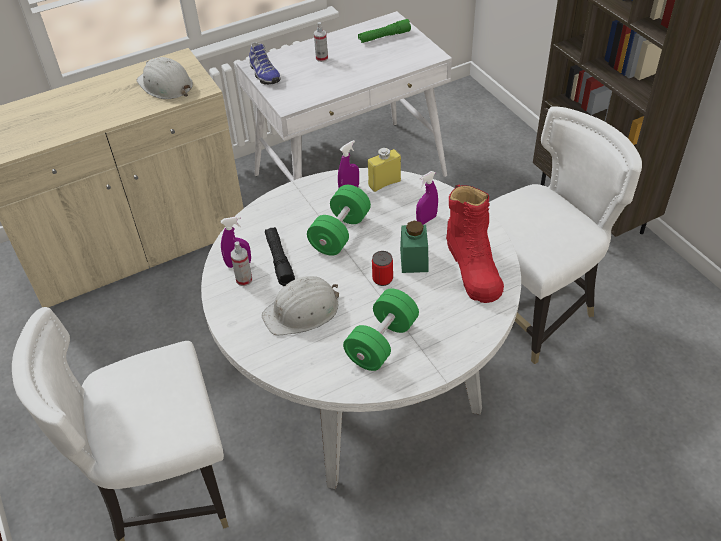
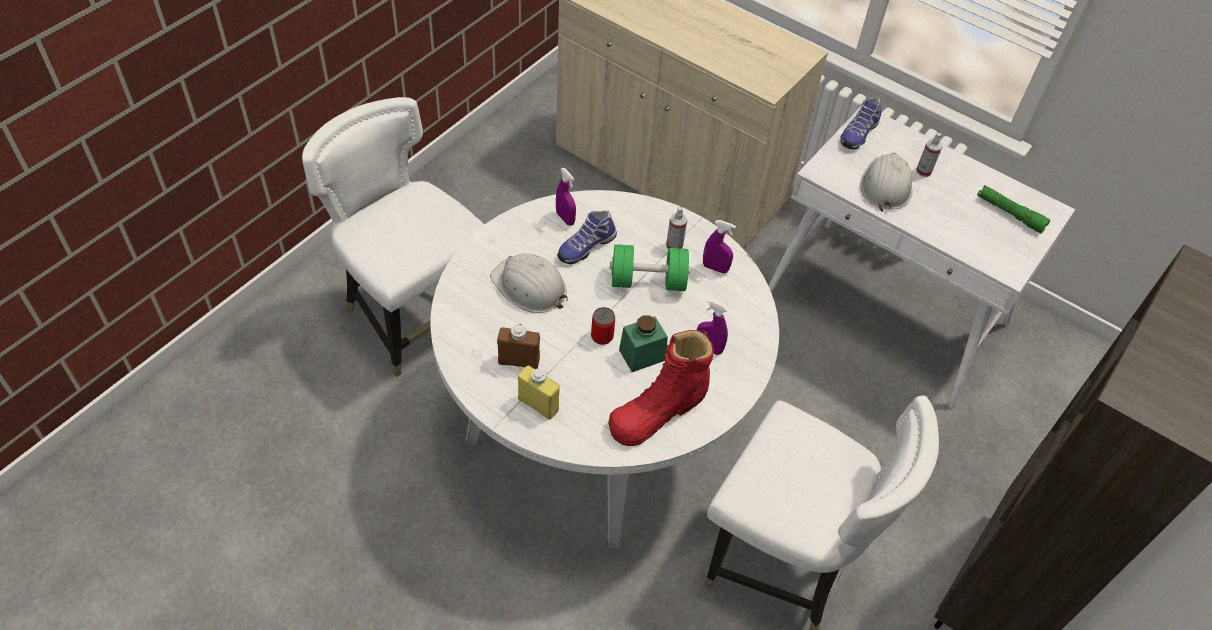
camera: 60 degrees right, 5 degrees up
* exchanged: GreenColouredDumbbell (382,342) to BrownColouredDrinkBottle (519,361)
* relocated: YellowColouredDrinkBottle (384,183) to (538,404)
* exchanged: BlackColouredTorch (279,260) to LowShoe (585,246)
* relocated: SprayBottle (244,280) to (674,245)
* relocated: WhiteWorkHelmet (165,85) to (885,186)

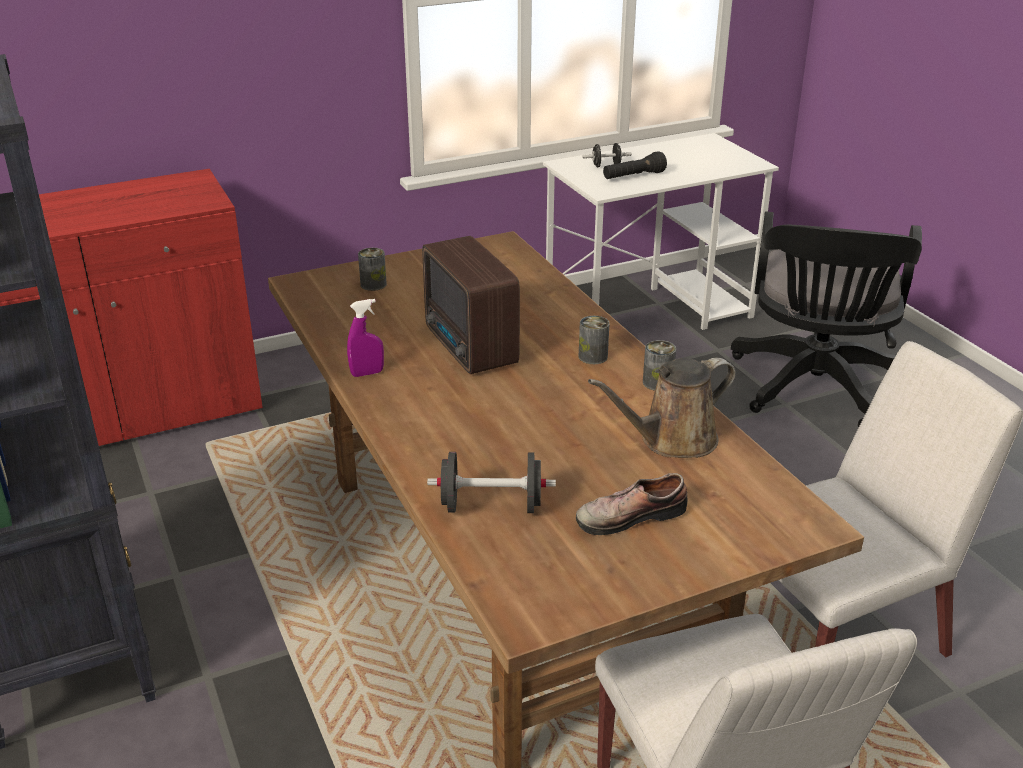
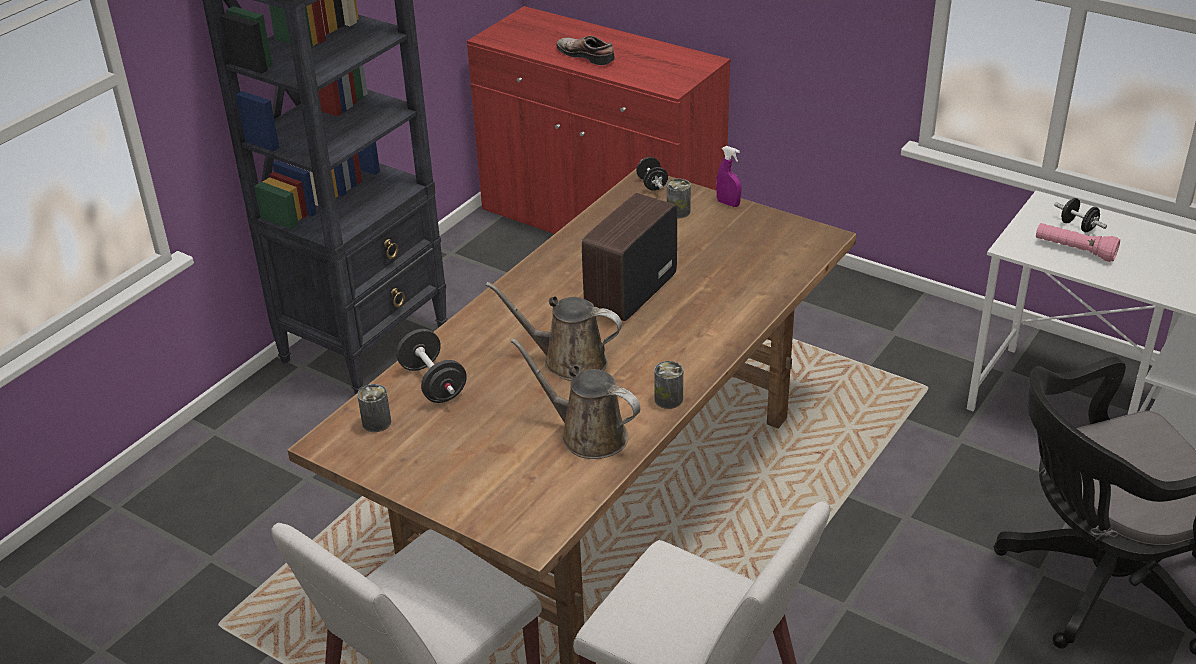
camera: 60 degrees right, 5 degrees up
* relocated: SealedCan (593,356) to (376,422)
* appeared: BrownColouredWateringCan (568,360)
* relocated: LowShoe (628,515) to (587,55)
* appeared: BlackColouredDumbbell (652,184)
* relocated: PurpleColouredSprayBottle (367,373) to (728,203)
* colour: BlackColouredTorch (633,177) to PinkishTorch (1074,250)

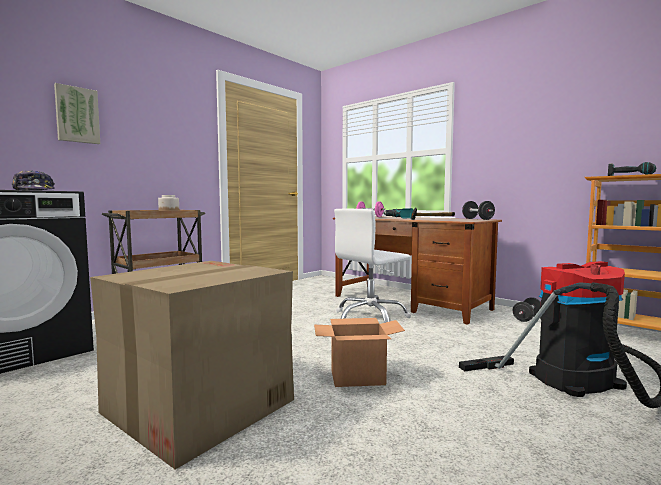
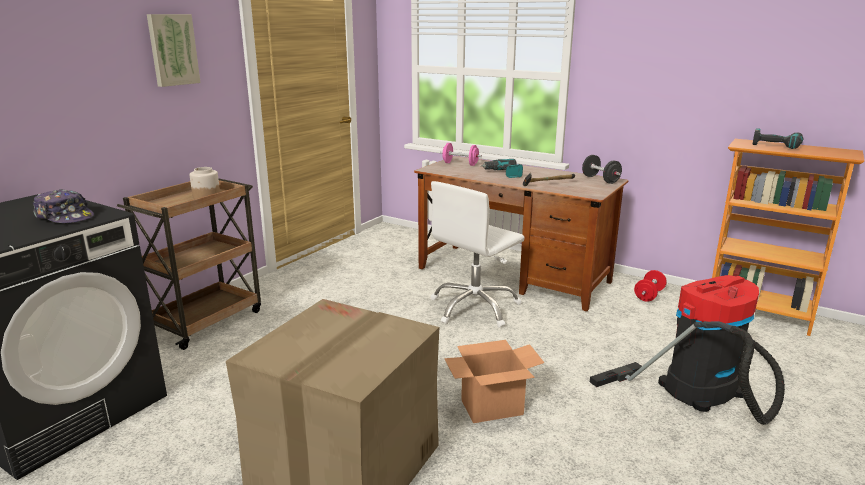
camera: 10 degrees left, 15 degrees up
* relocated: WallArt (77,115) to (172,50)
* colour: BlackColouredDumbbell (527,318) to RedDumbbell (649,295)

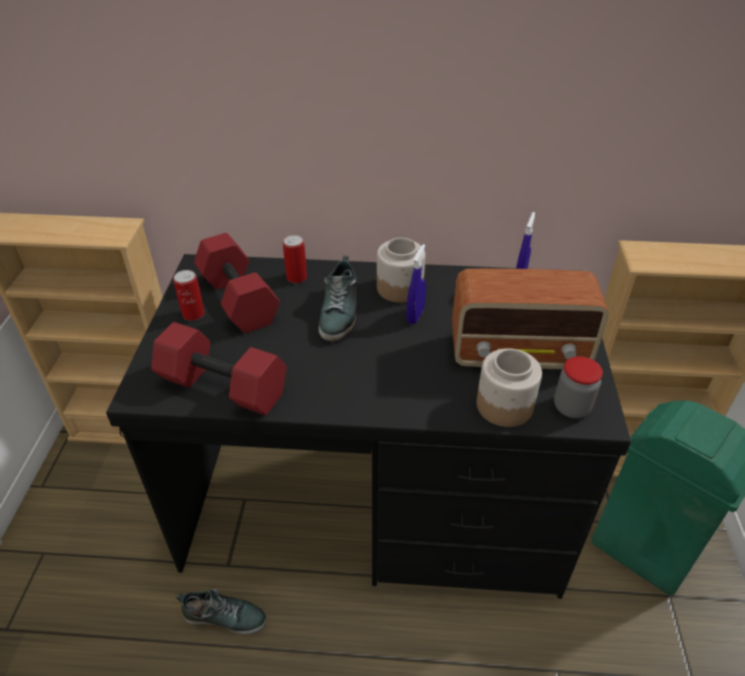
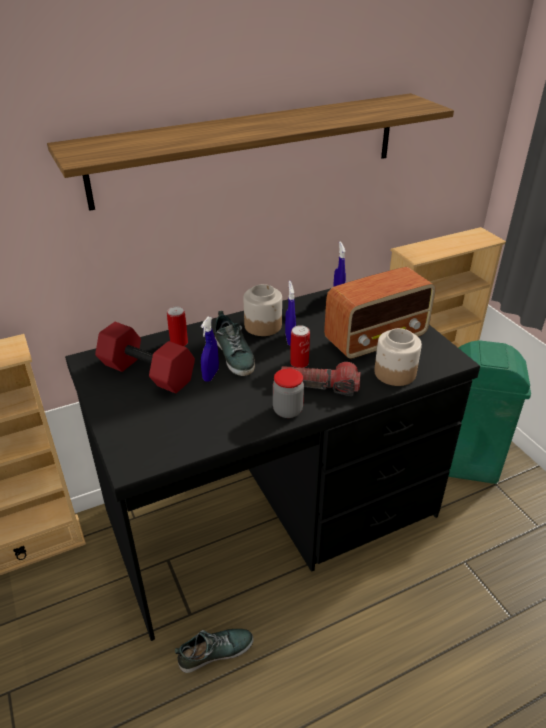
camera: 30 degrees left, 5 degrees down
* appeared: Shelf (249,149)
* appeared: BlueSprayBottle (210,375)
* relocated: Jar (571,407) to (287,410)
* appeared: Torch (319,386)
* relocated: SealedCan (193,314) to (299,363)
* missing: RedDumbbell (221,387)

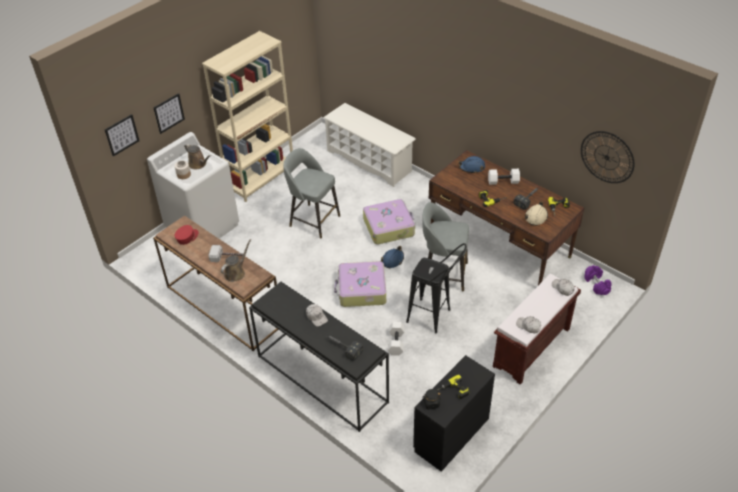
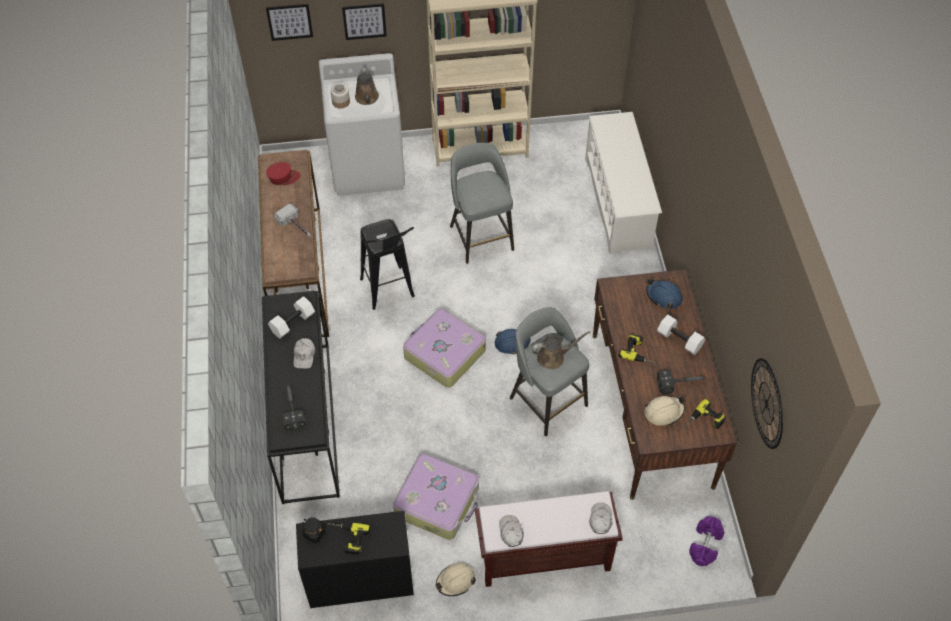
camera: 40 degrees right, 10 degrees up
* relocated: WhiteDumbbell (395,342) to (292,322)
* relocated: BlackColouredSittingStool (435,318) to (390,295)
* relocated: Suitcase (389,227) to (438,501)
* appeared: SandColouredWorkHelmet (455,581)
* relocated: BrownColouredWateringCan (236,273) to (553,357)

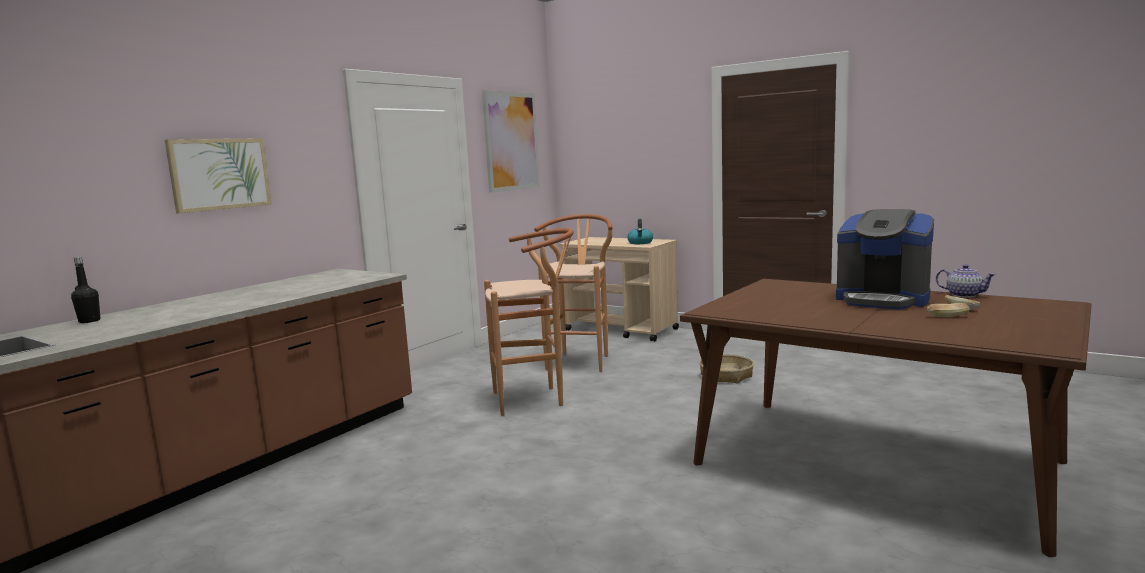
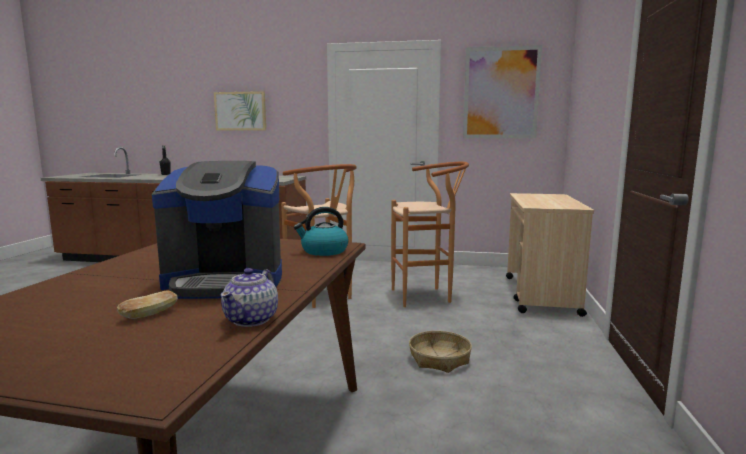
camera: 65 degrees right, 0 degrees up
* spun: CoffeeBrewer (882,300) = (225,281) 105 degrees counterclockwise
* relocated: WaterKettle (640,243) to (323,251)
* missing: BakedBread (947,317)

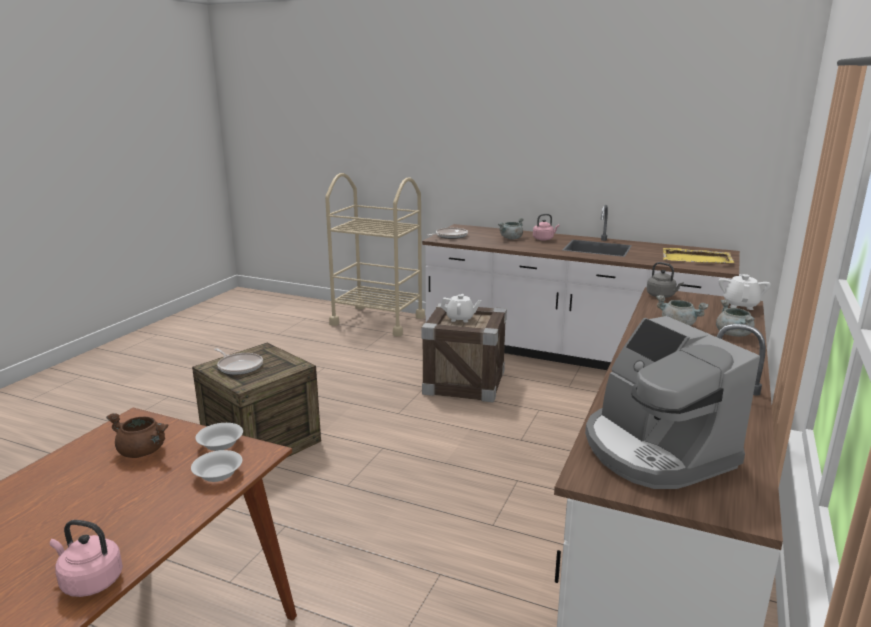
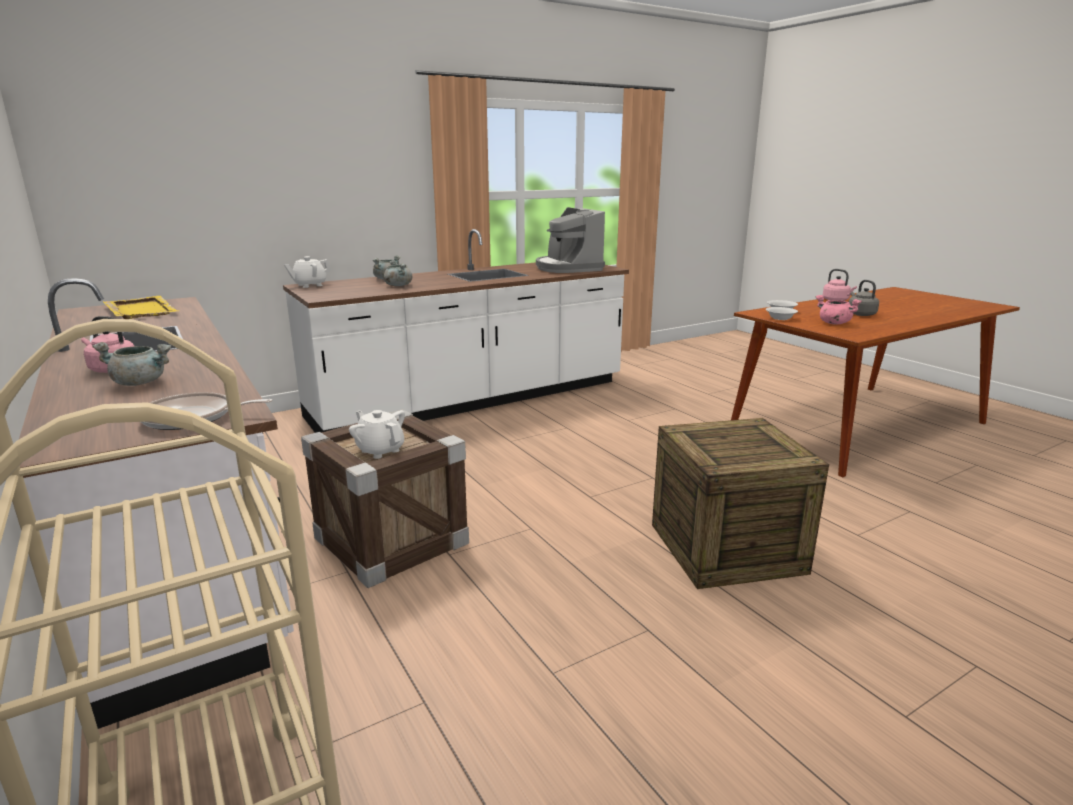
camera: 145 degrees left, 0 degrees up
* spun: CoffeeBrewer (655,450) = (568,268) 150 degrees clockwise
* colour: BrownColouredCookingPot (143,451) to PinkishCookingPot (833,323)
* relocated: GreyishWaterKettle (662,296) to (860,314)
* missing: Skillet (239,366)

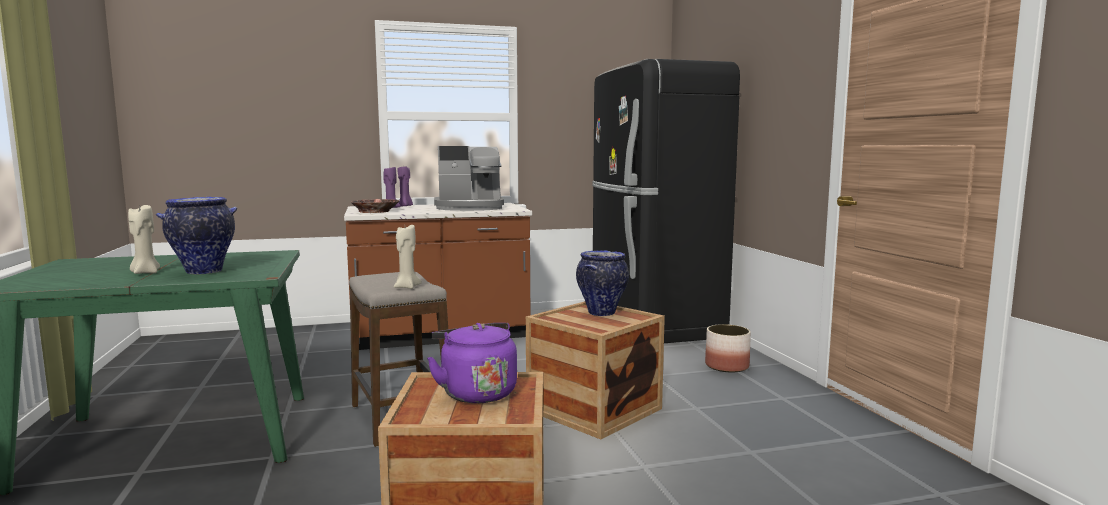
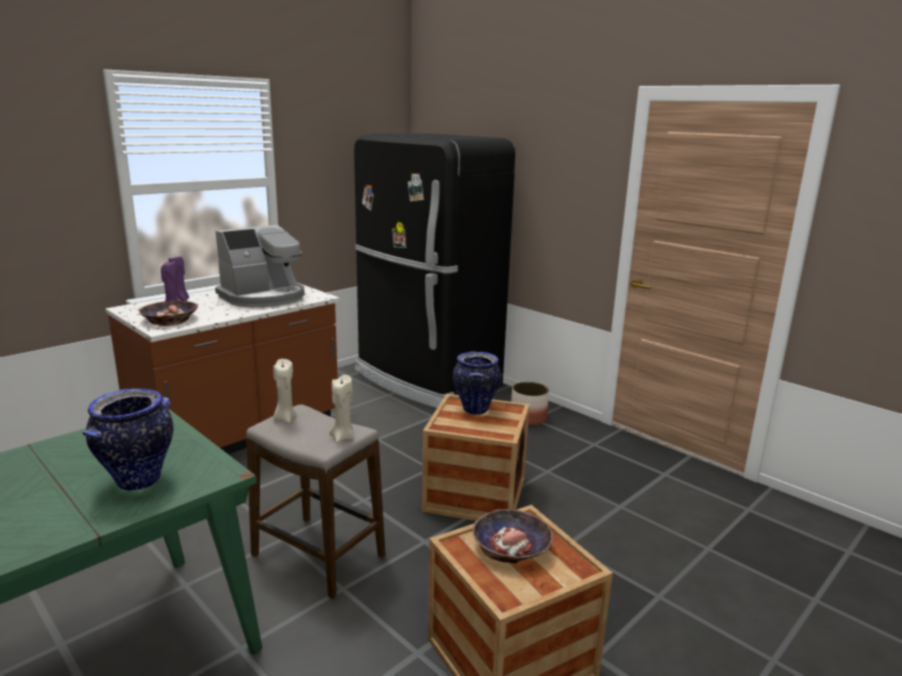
camera: 30 degrees left, 10 degrees up
* relocated: SandColouredCandle (145,273) to (285,419)
* exchanged: PurpleColouredWaterKettle (476,392) to ServingBowl (511,546)

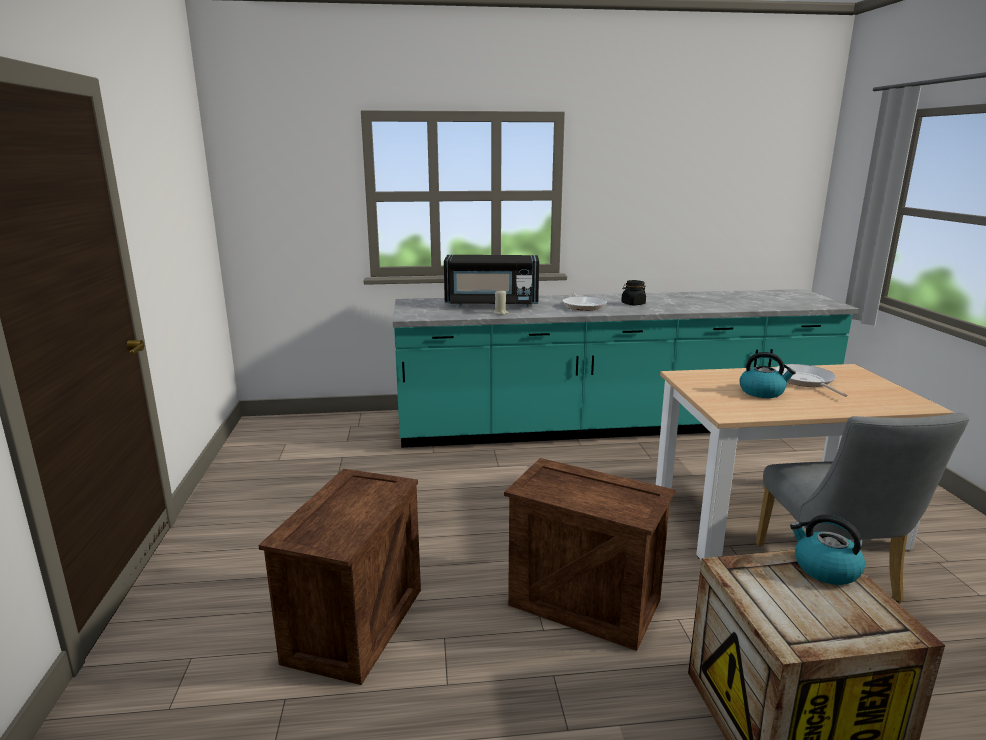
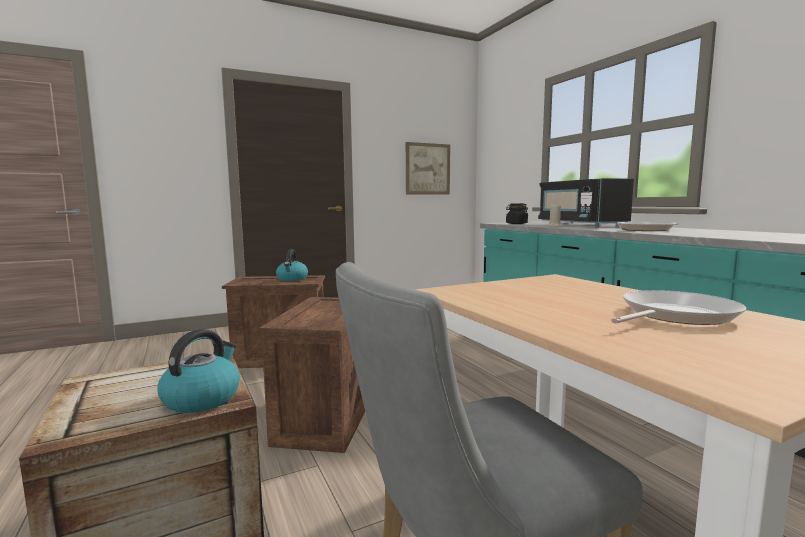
camera: 70 degrees right, 10 degrees down
* relocated: WaterKettle (762,392) to (292,279)
* appeared: WallArt (427,169)
* relocated: BlackColouredJar (633,304) to (516,224)

